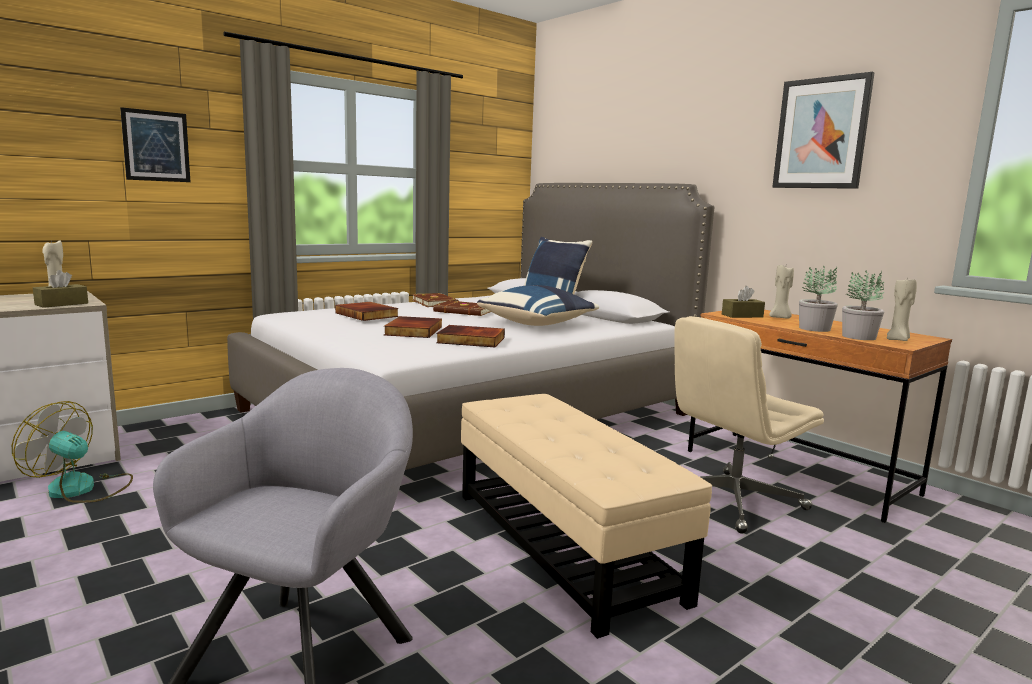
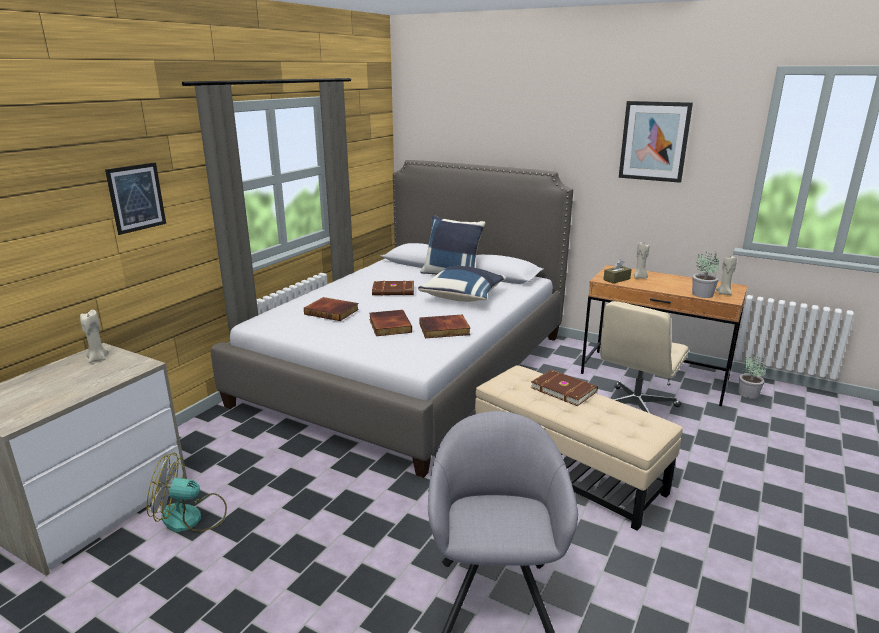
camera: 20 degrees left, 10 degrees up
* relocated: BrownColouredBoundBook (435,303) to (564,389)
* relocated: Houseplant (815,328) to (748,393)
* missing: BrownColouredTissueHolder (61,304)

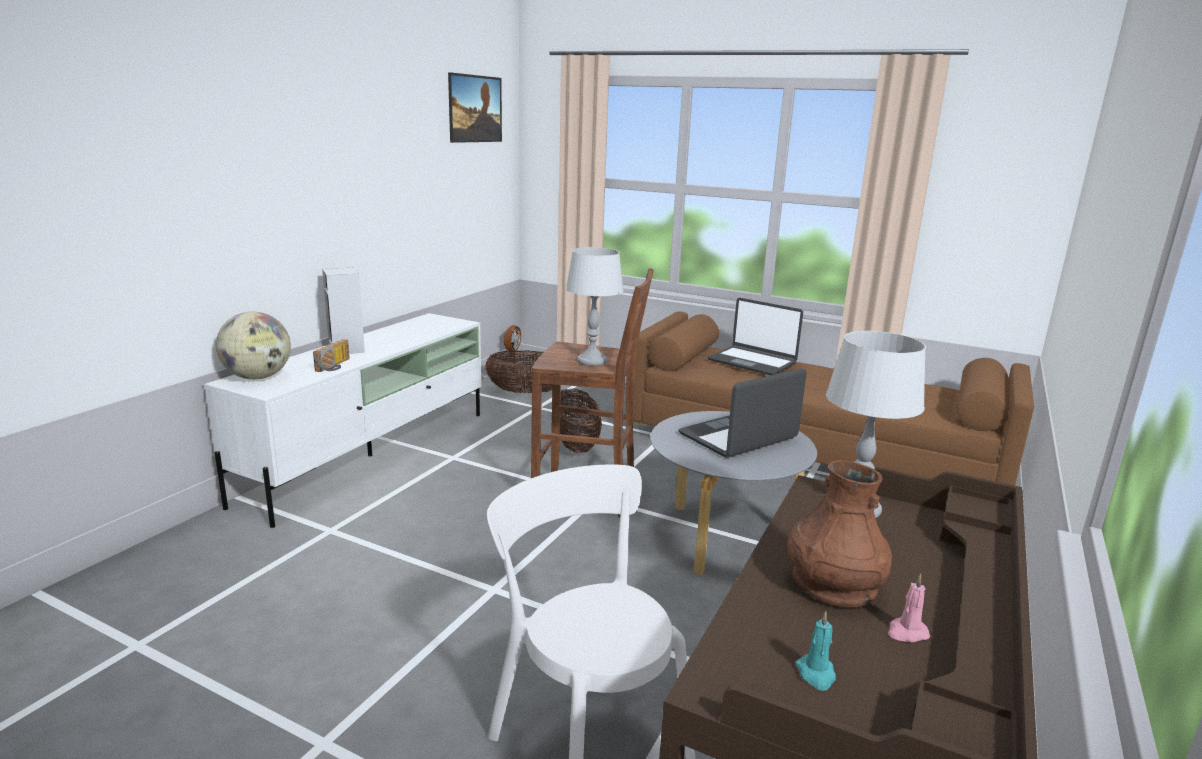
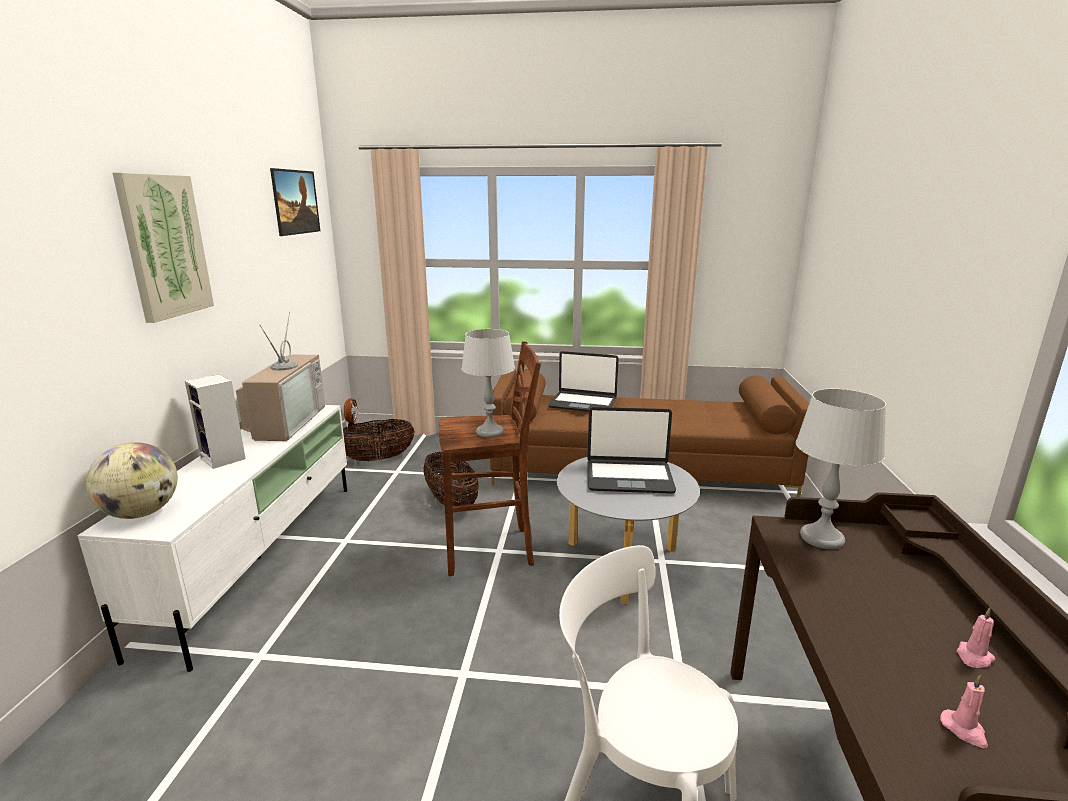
camera: 20 degrees left, 0 degrees up
* appeared: WallArt (164,246)
* appeared: TvSet (285,422)
* spun: PortableComputer (738,437) = (629,477) 120 degrees counterclockwise
* colour: TurquoiseCandle (816,674) to PinkishCandle (964,730)
* missing: Radio (335,366)
* missing: BrownColouredFlowerVase (833,585)

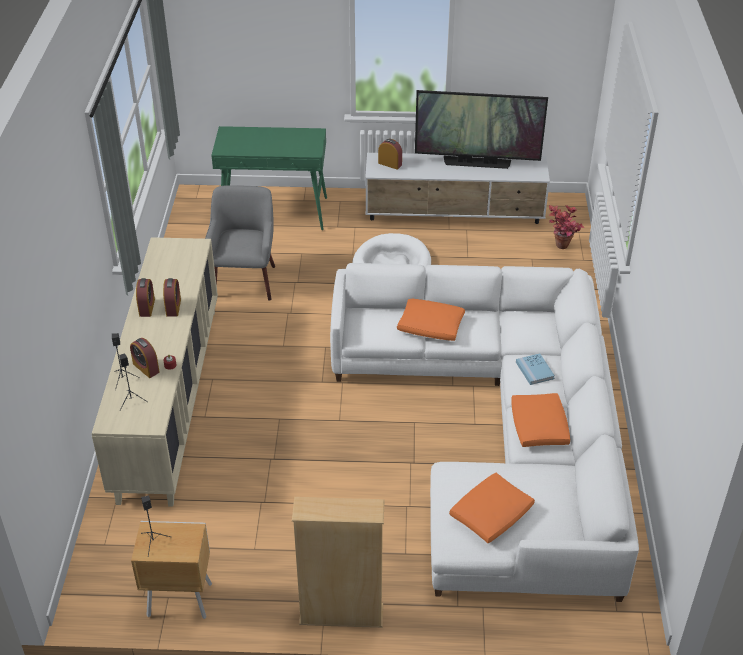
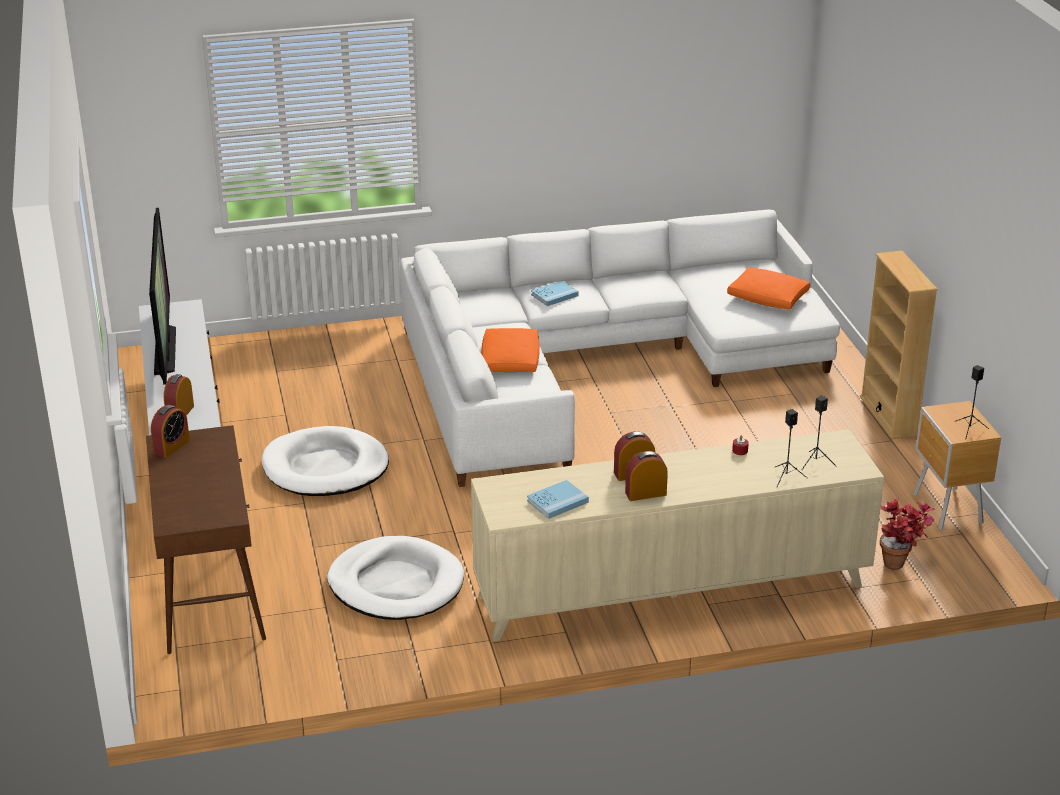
camera: 105 degrees left, 10 degrees down
* colour: GreenColouredNarrowTable (275,212) to BrownColouredNarrowTable (209,593)
* relocated: BedsideClock (146,368) to (172,447)
* exchanged: GreyishEasyChair (245,281) to WhitePetBed (396,584)
* appeared: BlueBoundBook (557,501)
* relocated: Houseplant (561,248) to (901,564)
* missing: OrangeyPillow (539,427)

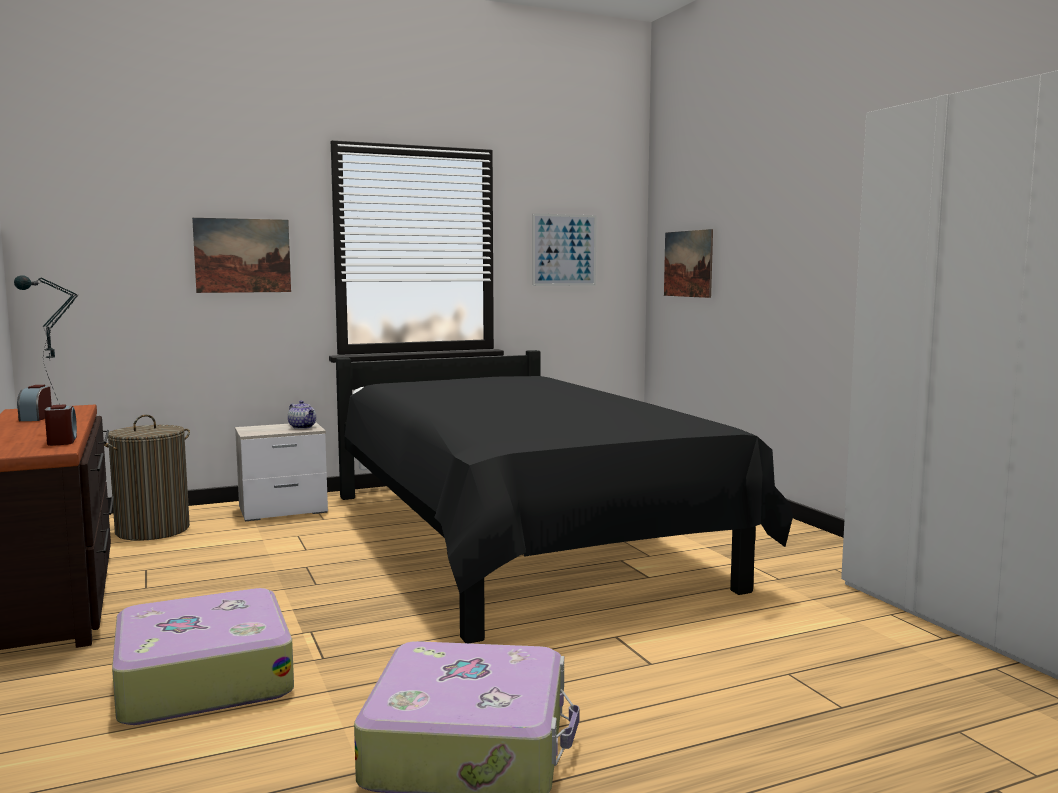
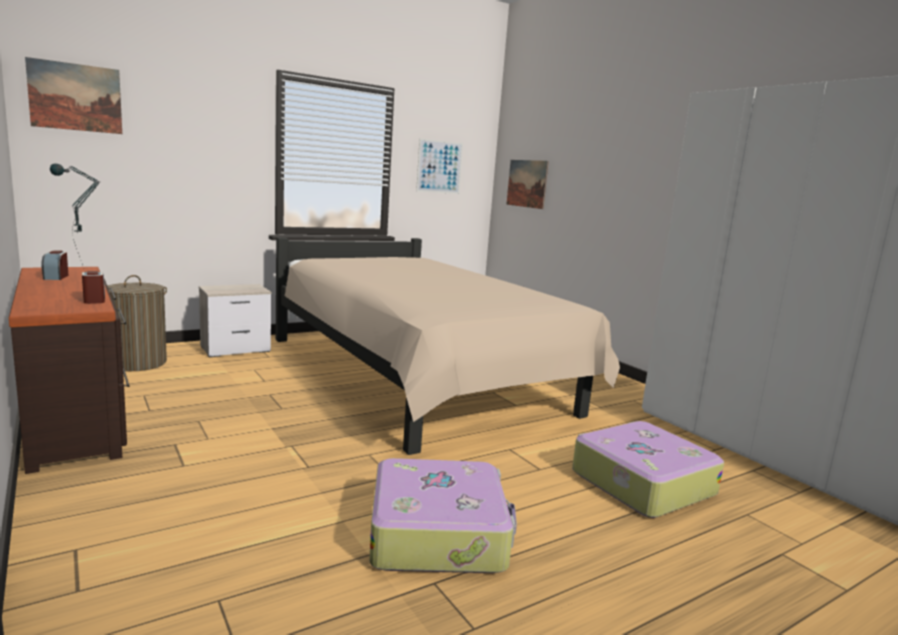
camera: 10 degrees left, 5 degrees up
* relocated: WallArt (242,255) to (75,97)
* colour: BlackColouredSleepingBed (518,542) to SandColouredSleepingBed (417,377)
* relocated: Suitcase (202,678) to (640,483)
* missing: TeaPot (303,427)

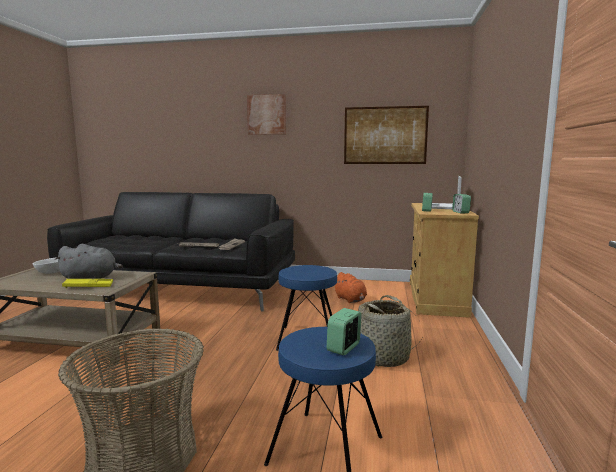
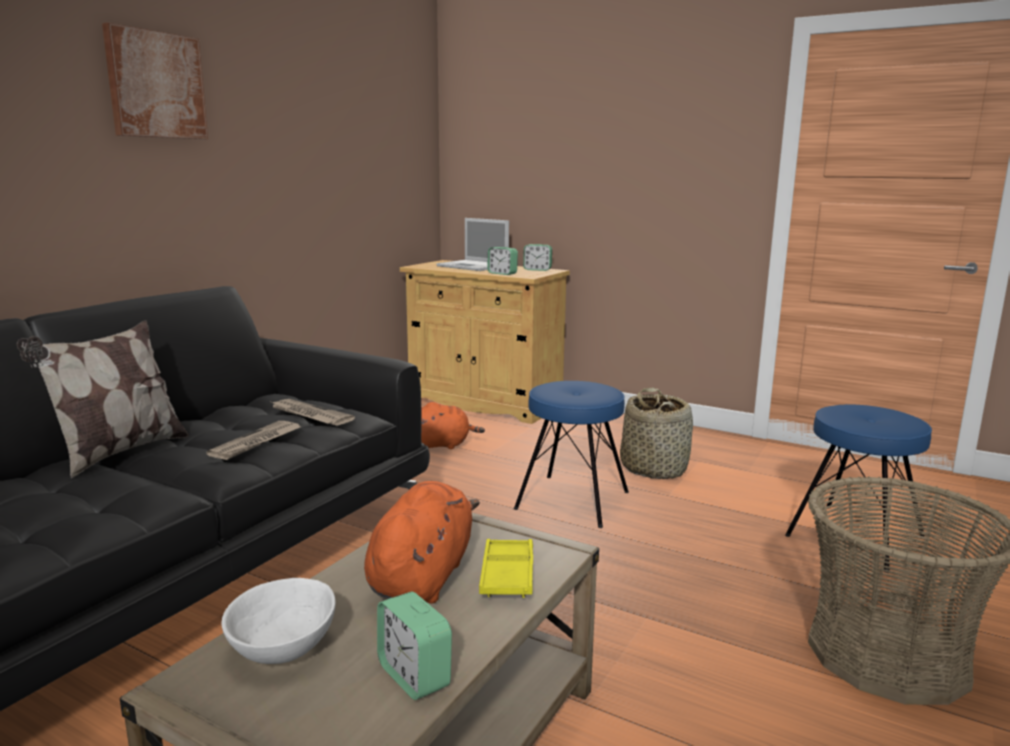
camera: 70 degrees left, 5 degrees up
* appeared: Pillow (118,452)
* colour: GreyishSoftToy (91,278) to OrangeySoftToy (423,576)
* relocated: BedsideClock (344,348) to (414,676)
* missing: WallArt (385,135)

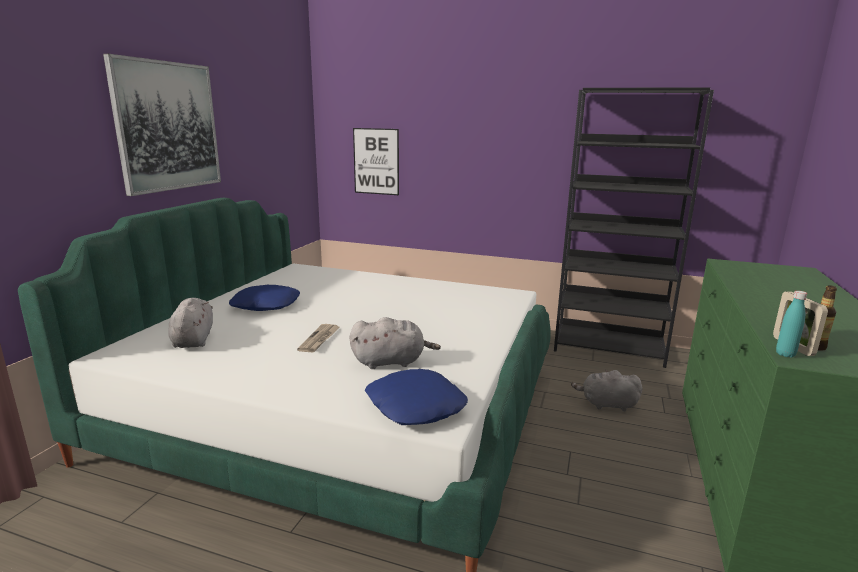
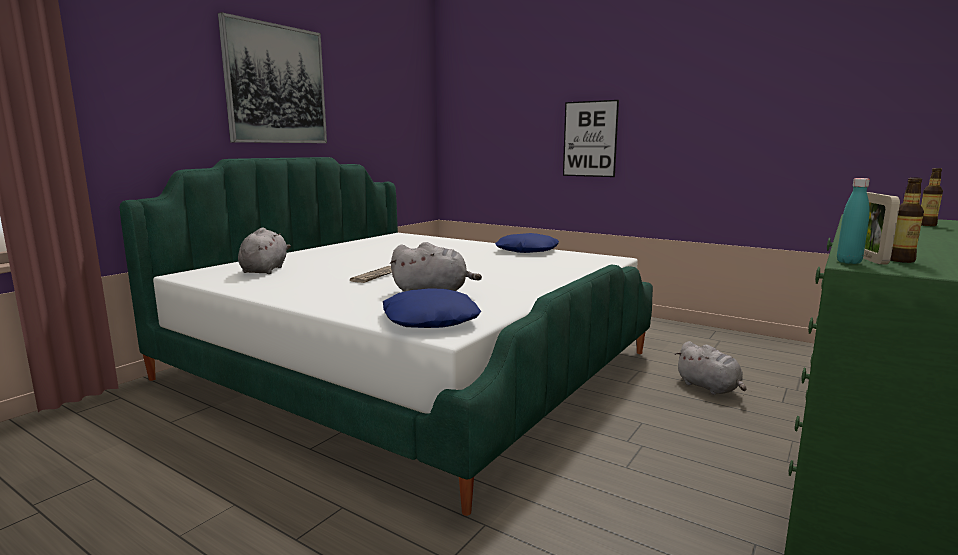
camera: 15 degrees right, 5 degrees down
* relocated: BluePillow (265,305) to (526,250)
* relocated: WallArt (376,161) to (590,139)
* spun: GreyishSoftToy (606,404) = (709,388) 150 degrees counterclockwise
* appeared: DrinkBottle (927,225)
* missing: BlackColouredShelvingUnit (609,348)

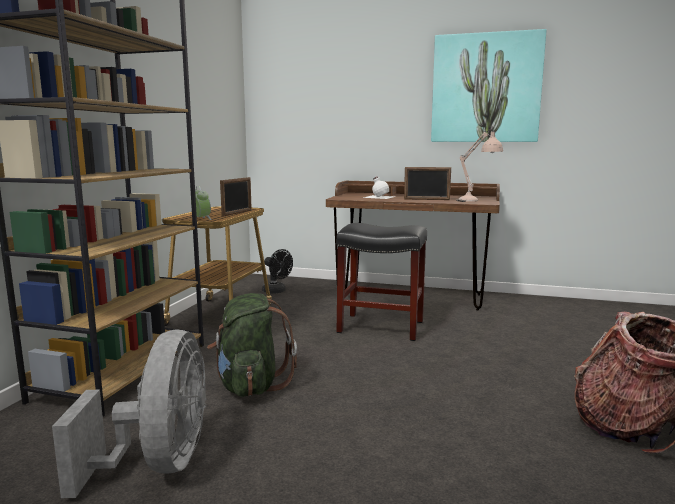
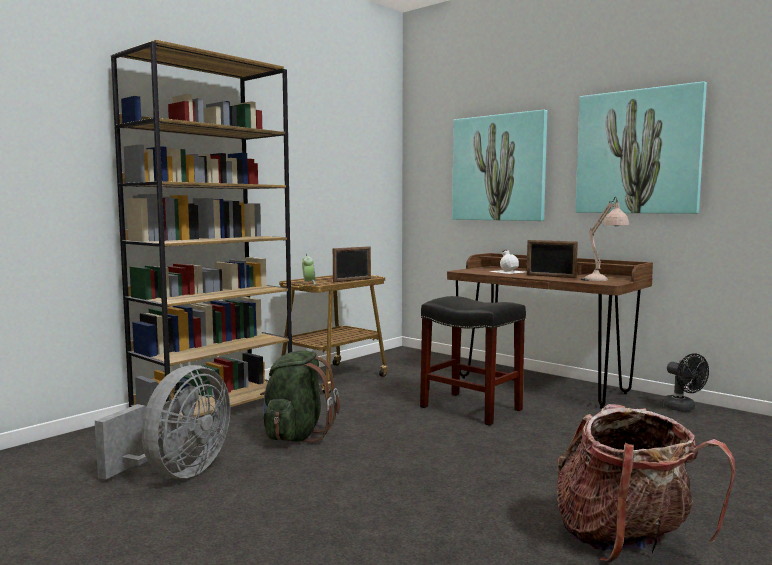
camera: 25 degrees right, 5 degrees down
* appeared: WallArt (499,168)
* relocated: BlackColouredCoolingFan (277,291) to (682,408)

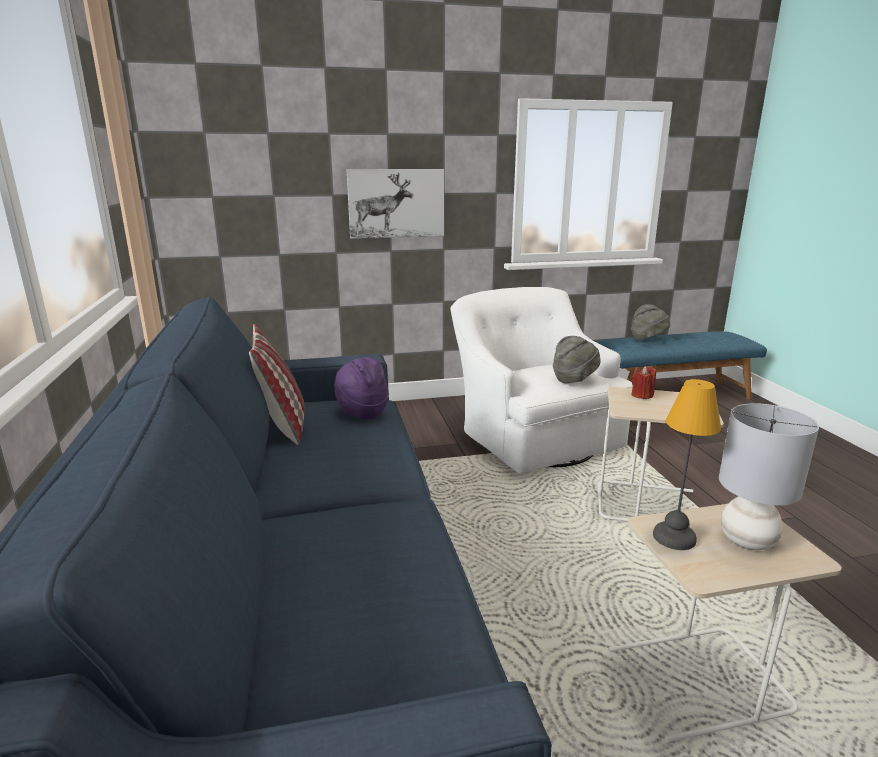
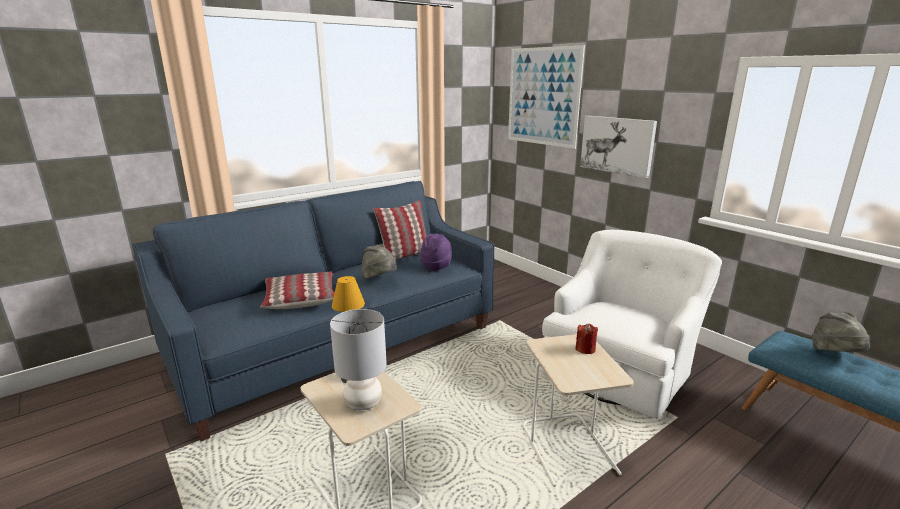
camera: 65 degrees right, 0 degrees up
* appeared: Pillow (300,298)
* relocated: GreyishClothingHat (574,379) to (380,280)
* appeared: WallArt (543,96)

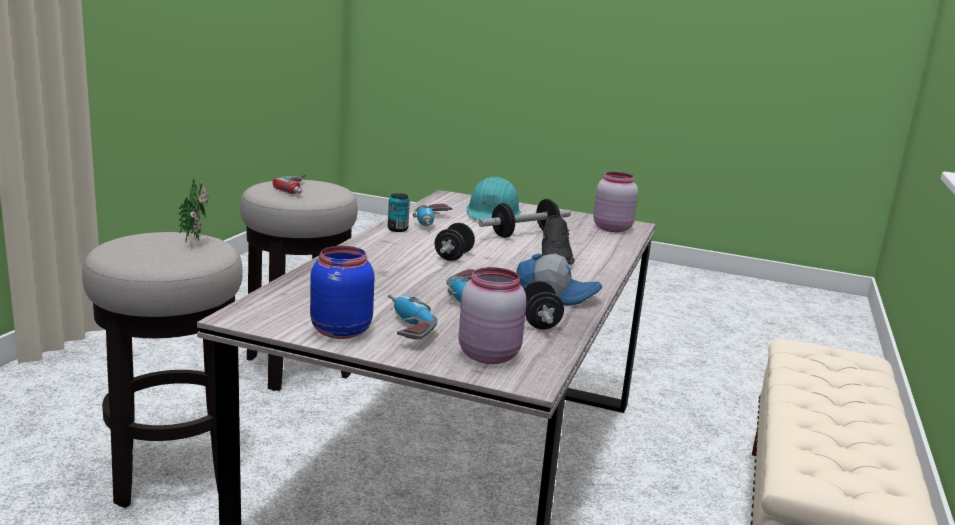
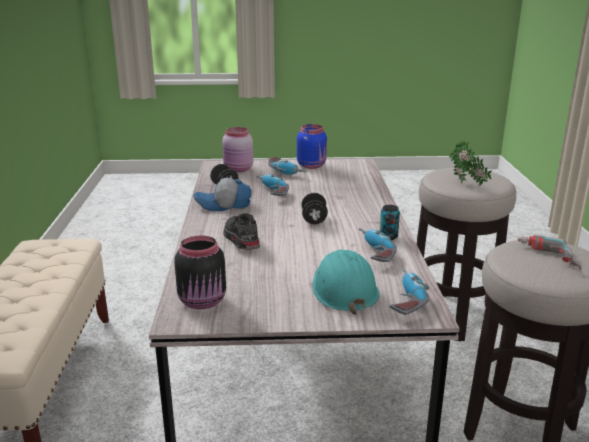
camera: 160 degrees right, 5 degrees up
* colour: PinkishJar (611,228) to BlackColouredJar (203,302)
* appeared: PowerDrill (405,300)
* missing: Dumbbell (524,234)

